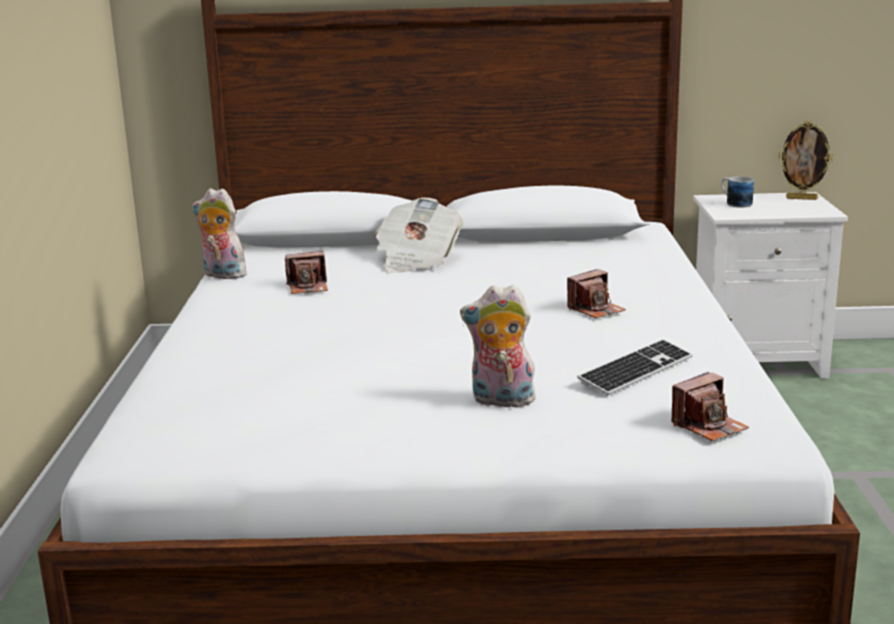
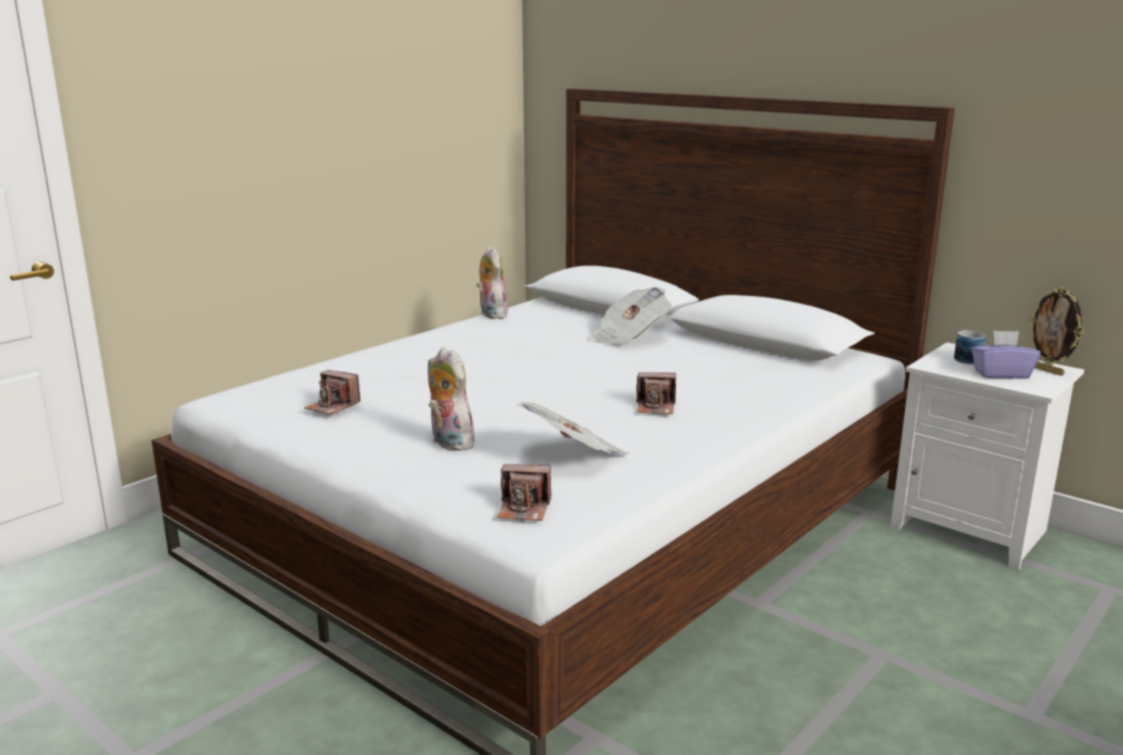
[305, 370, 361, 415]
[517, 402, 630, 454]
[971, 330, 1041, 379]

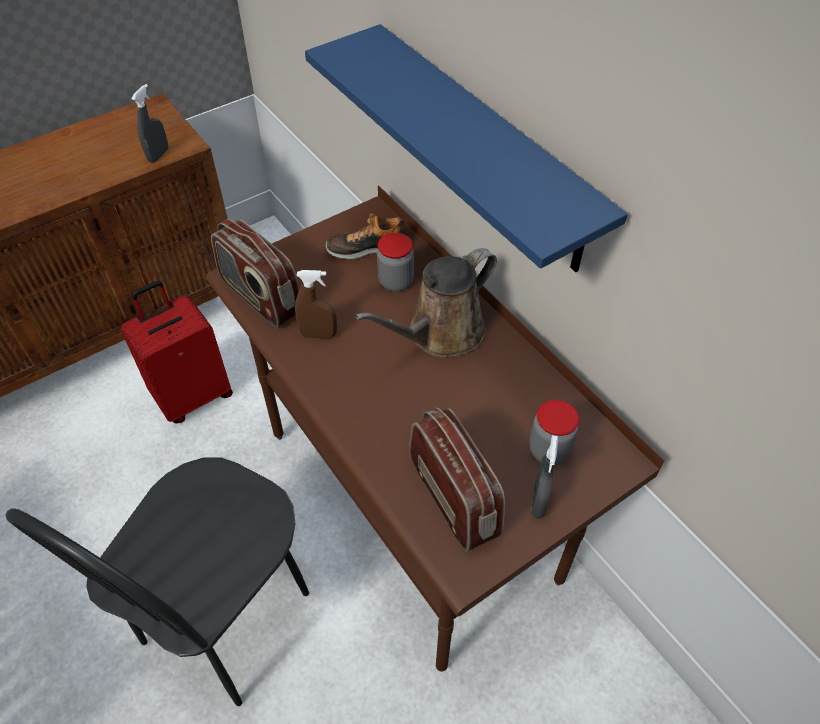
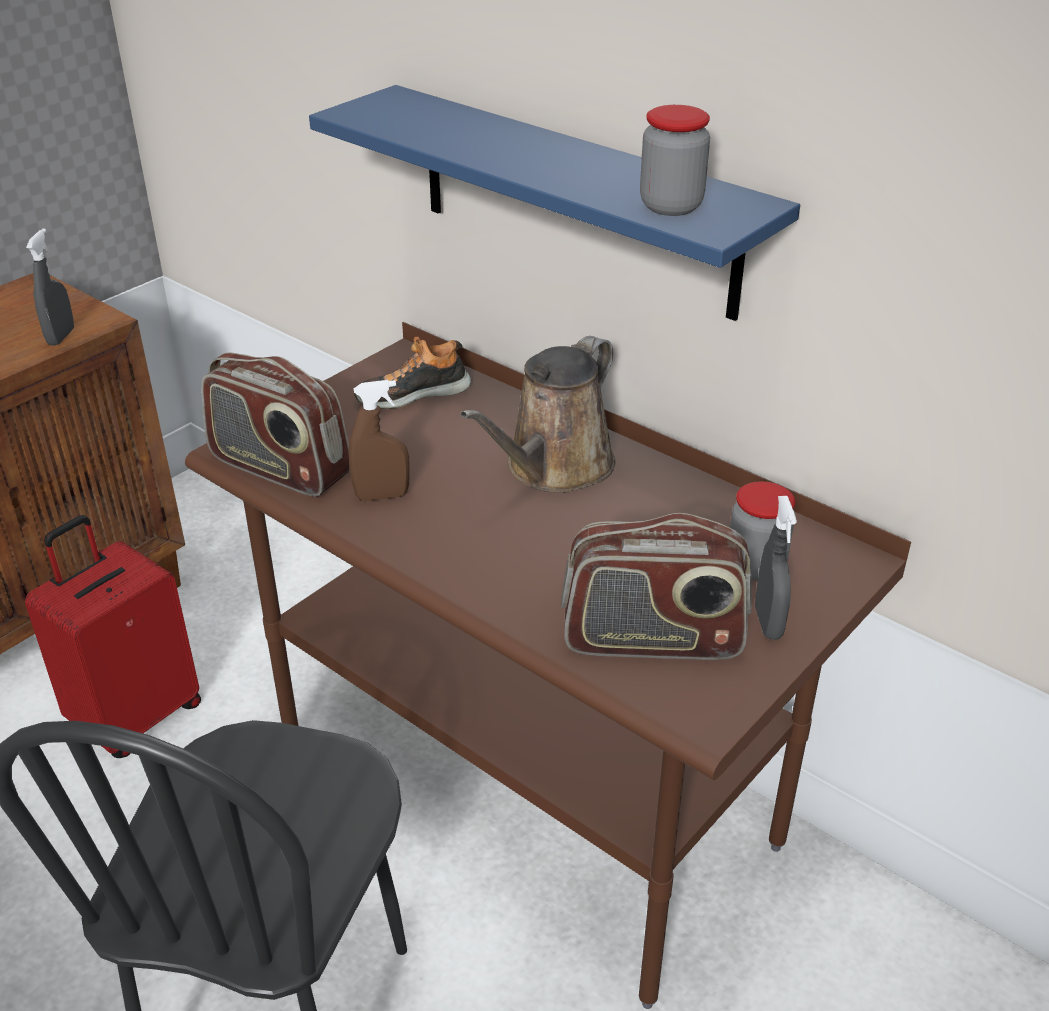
[640, 105, 710, 216]
[561, 513, 752, 660]

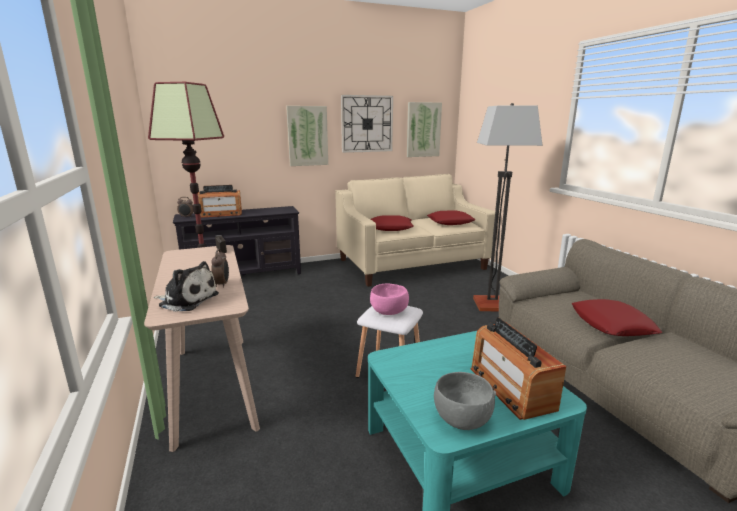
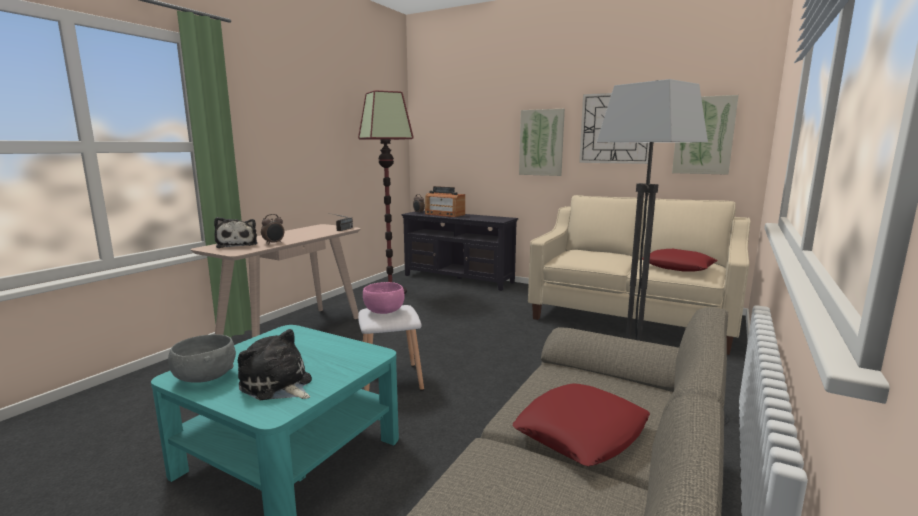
[370, 215, 413, 231] (first image)
[238, 329, 312, 400]

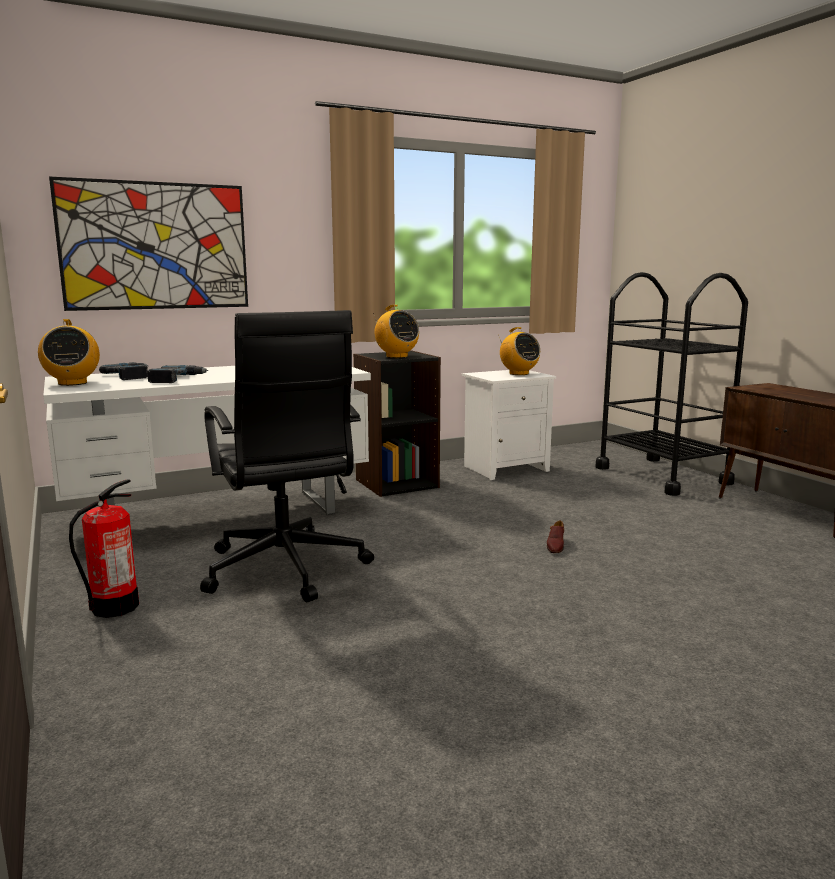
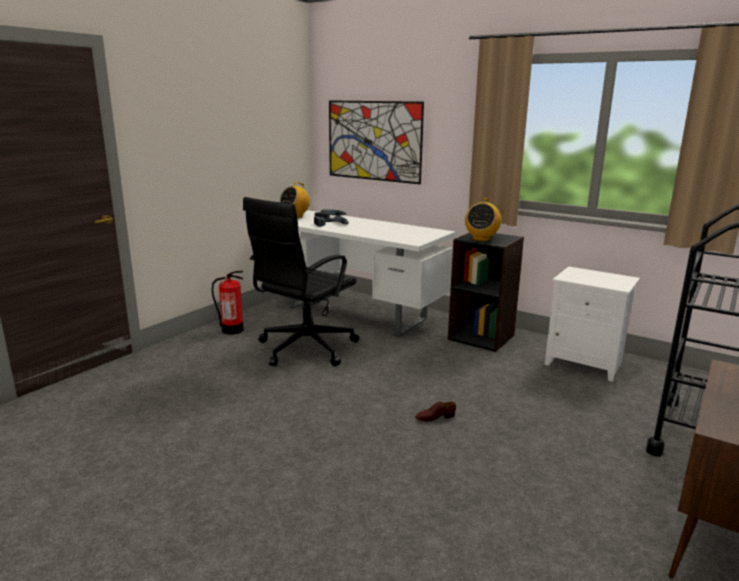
[499, 327, 541, 375] (first image)

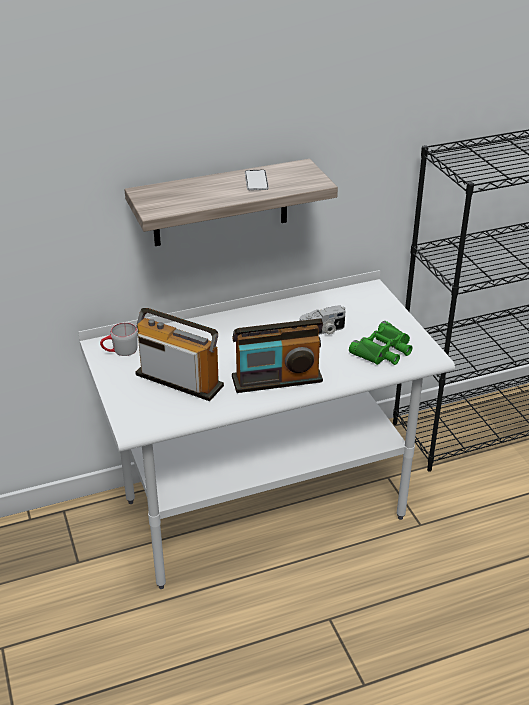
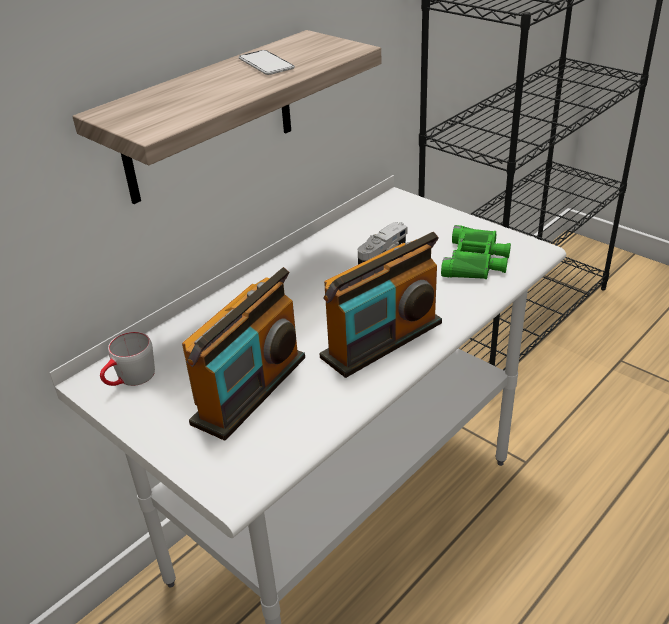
[182, 267, 305, 441]

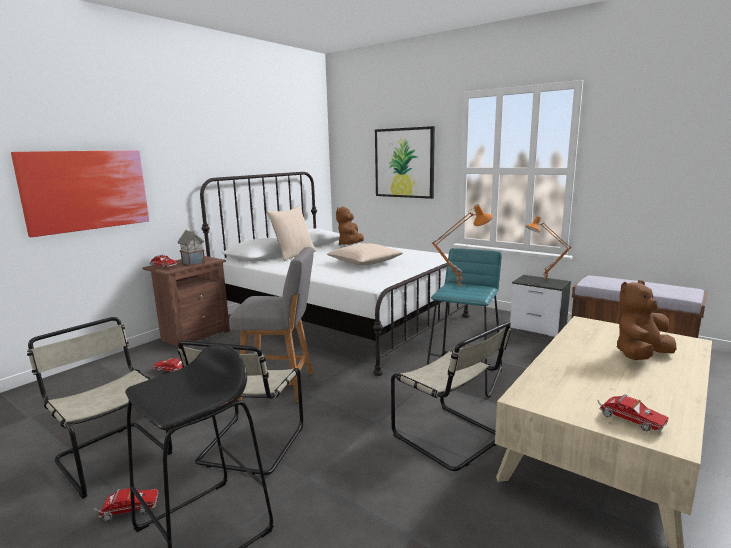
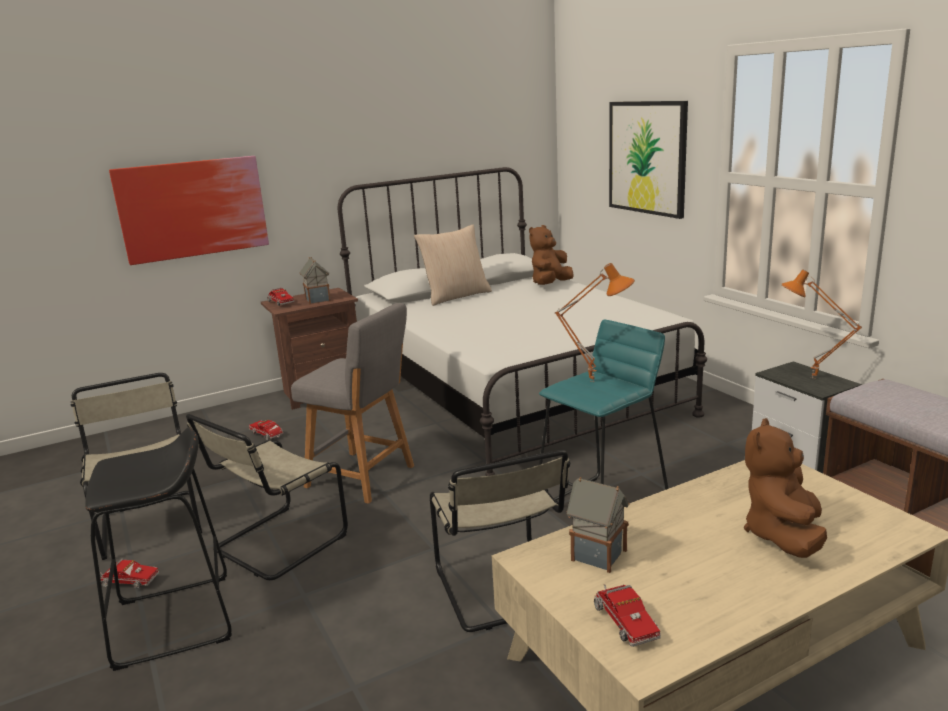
[327, 243, 403, 265] (first image)
[744, 418, 827, 558]
[567, 477, 630, 573]

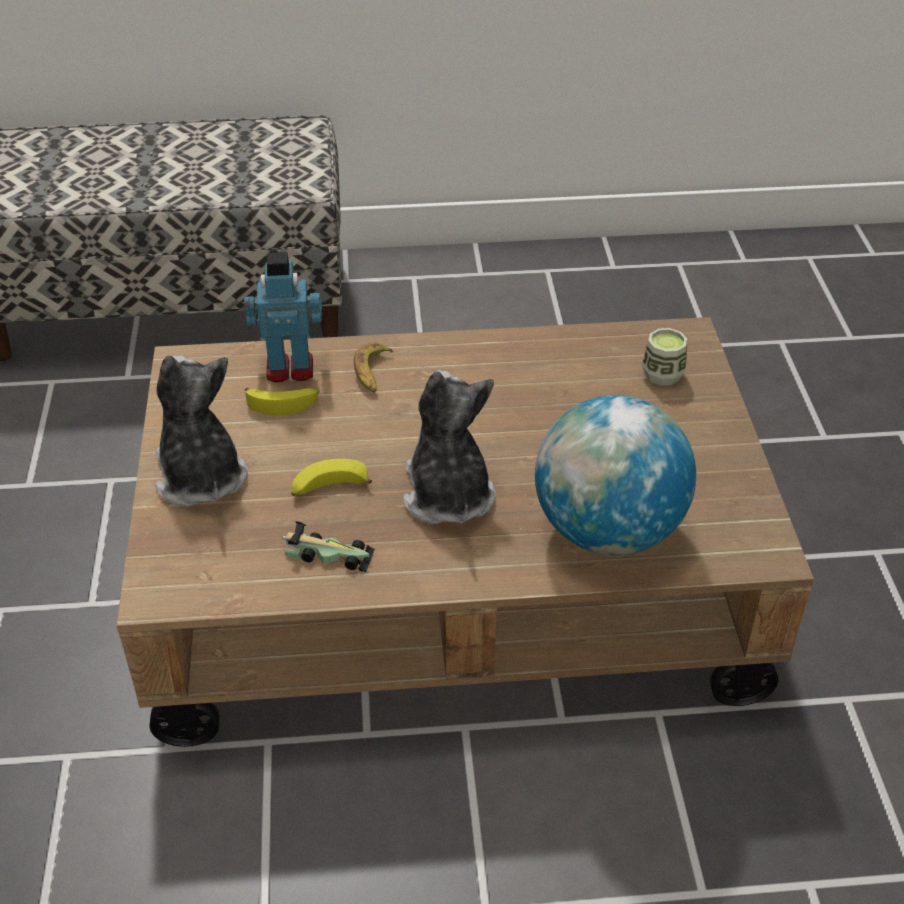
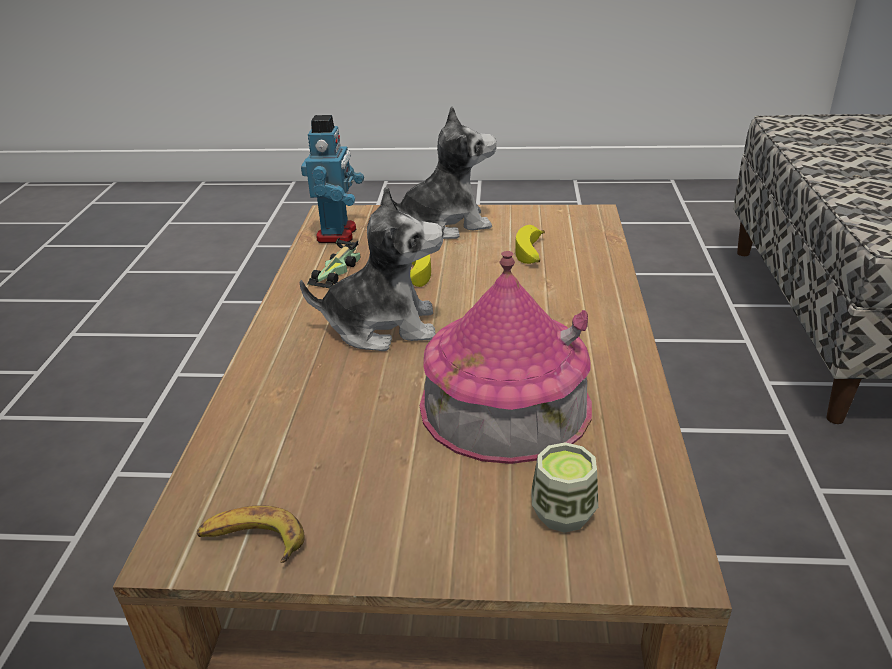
[301, 115, 364, 243]
[197, 505, 305, 563]
[535, 395, 696, 555] (first image)
[420, 251, 592, 464]

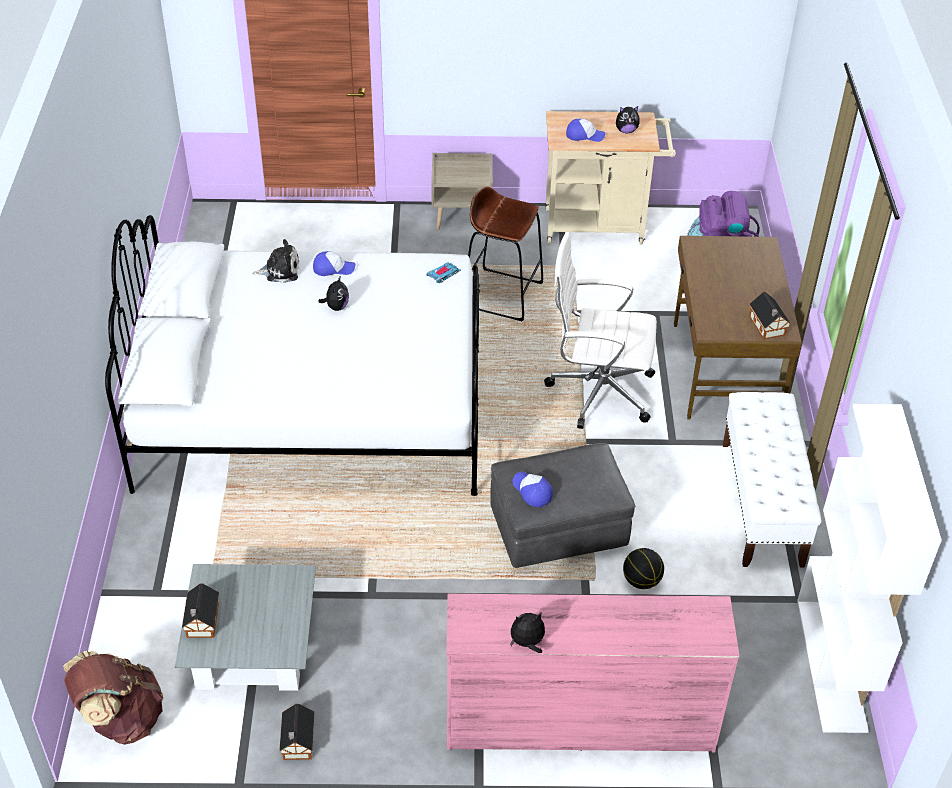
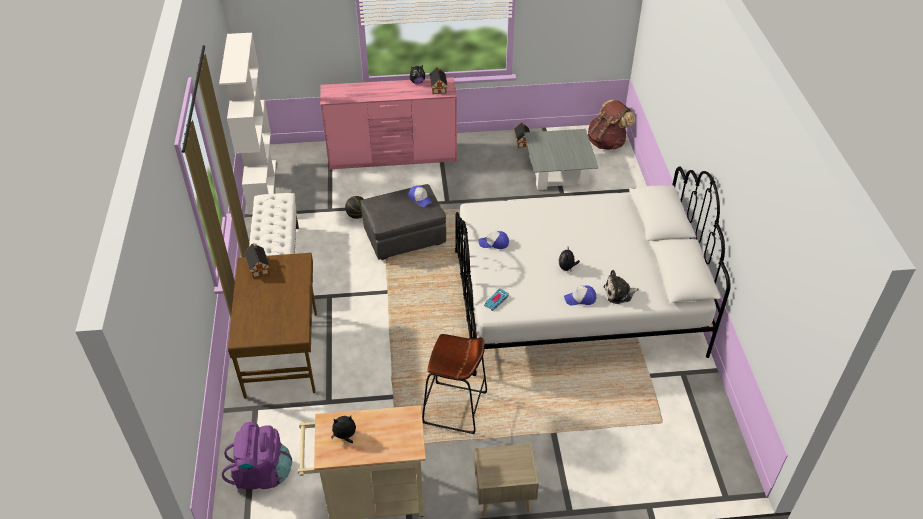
[479, 231, 509, 249]
[544, 232, 657, 429] (first image)
[429, 67, 448, 94]

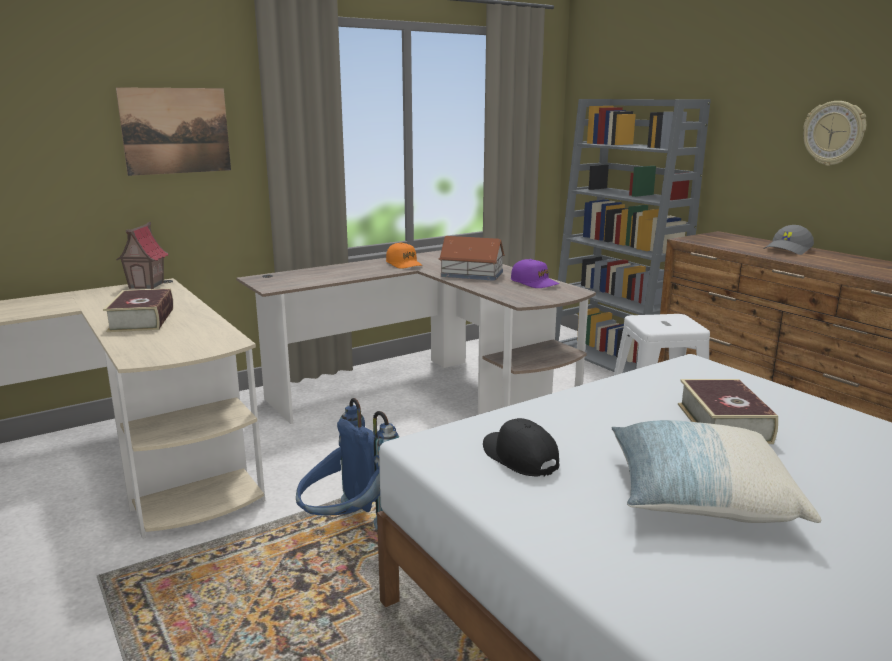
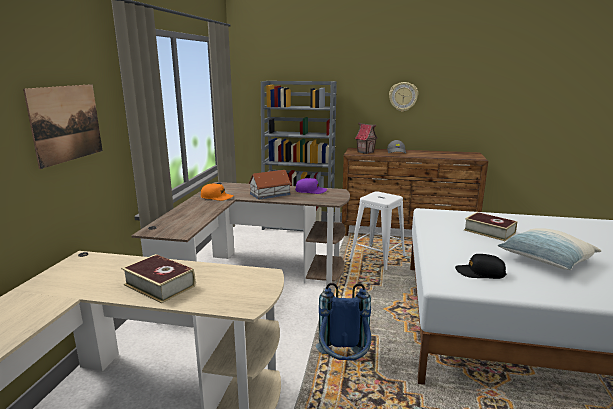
[355, 122, 378, 154]

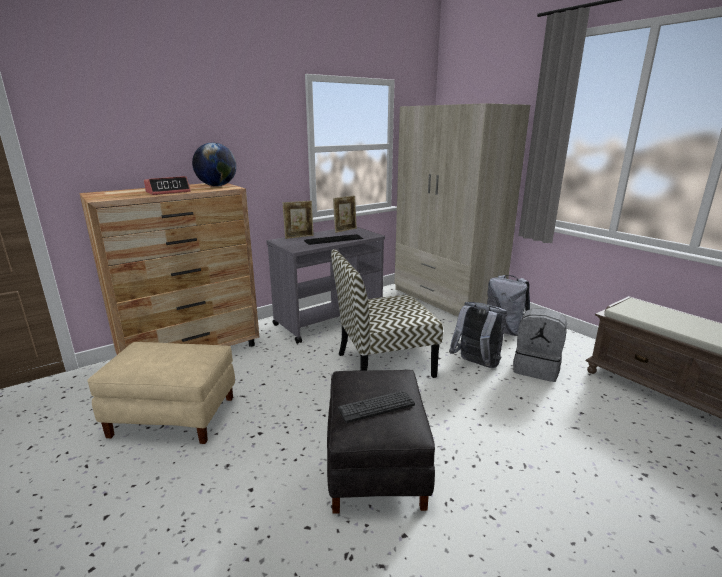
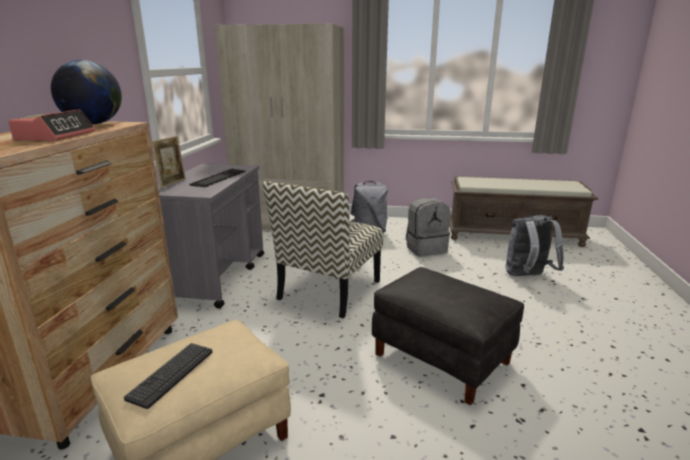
[333, 196, 357, 233] (first image)
[505, 215, 564, 276]
[124, 343, 212, 409]

